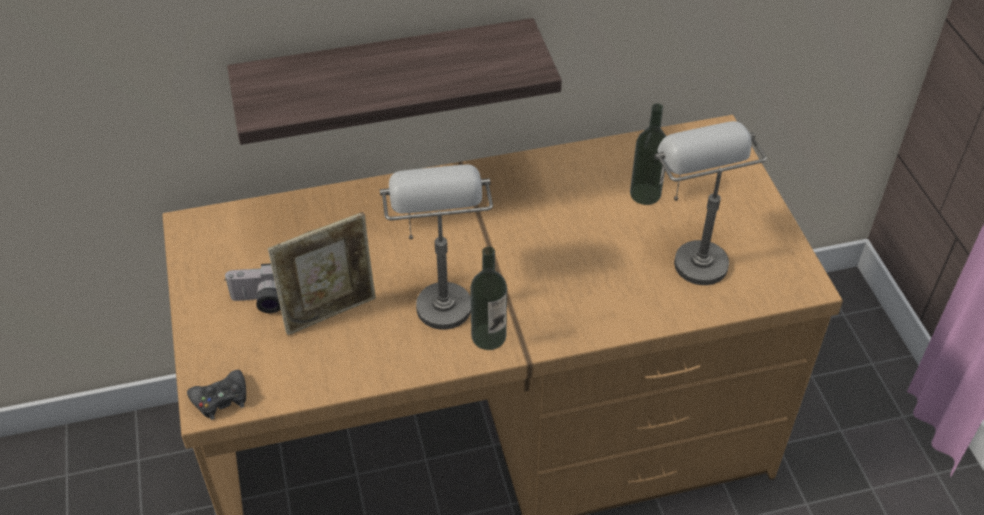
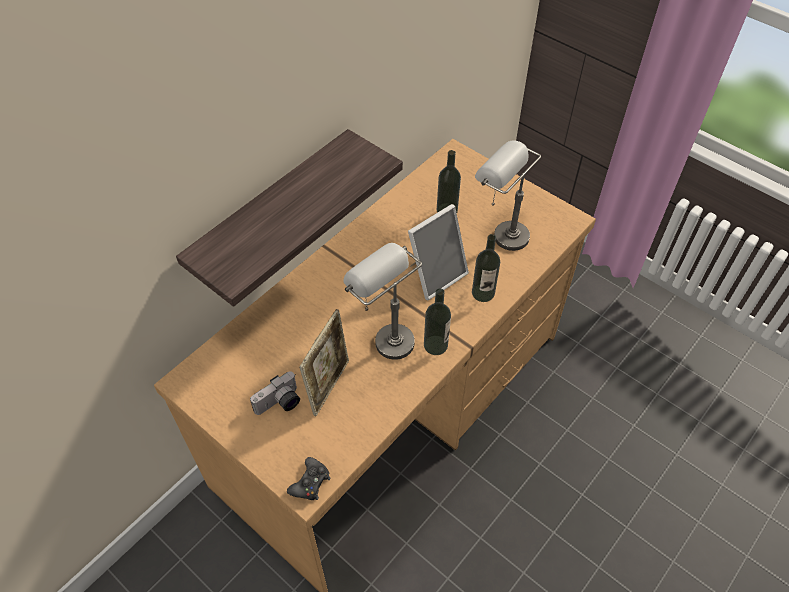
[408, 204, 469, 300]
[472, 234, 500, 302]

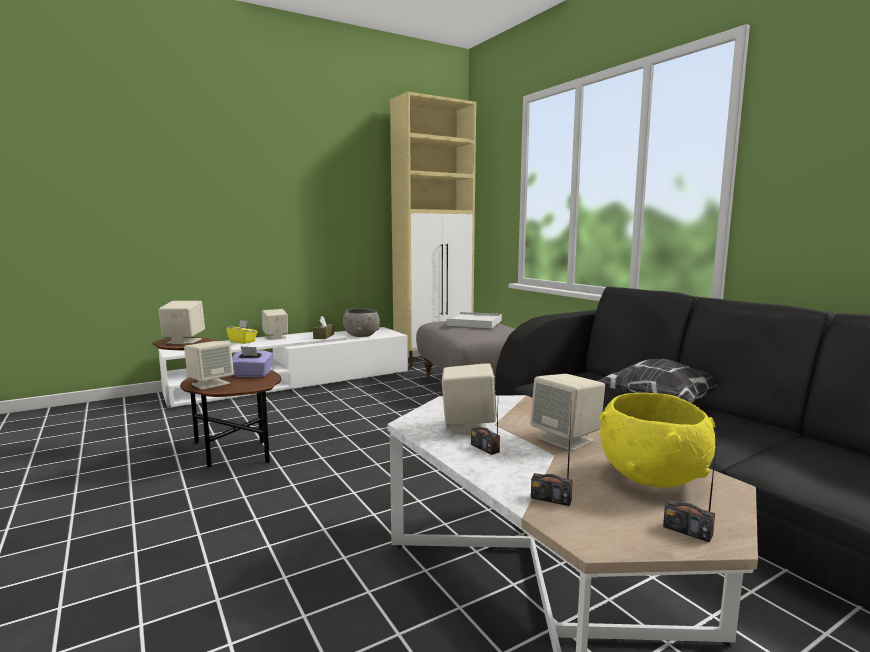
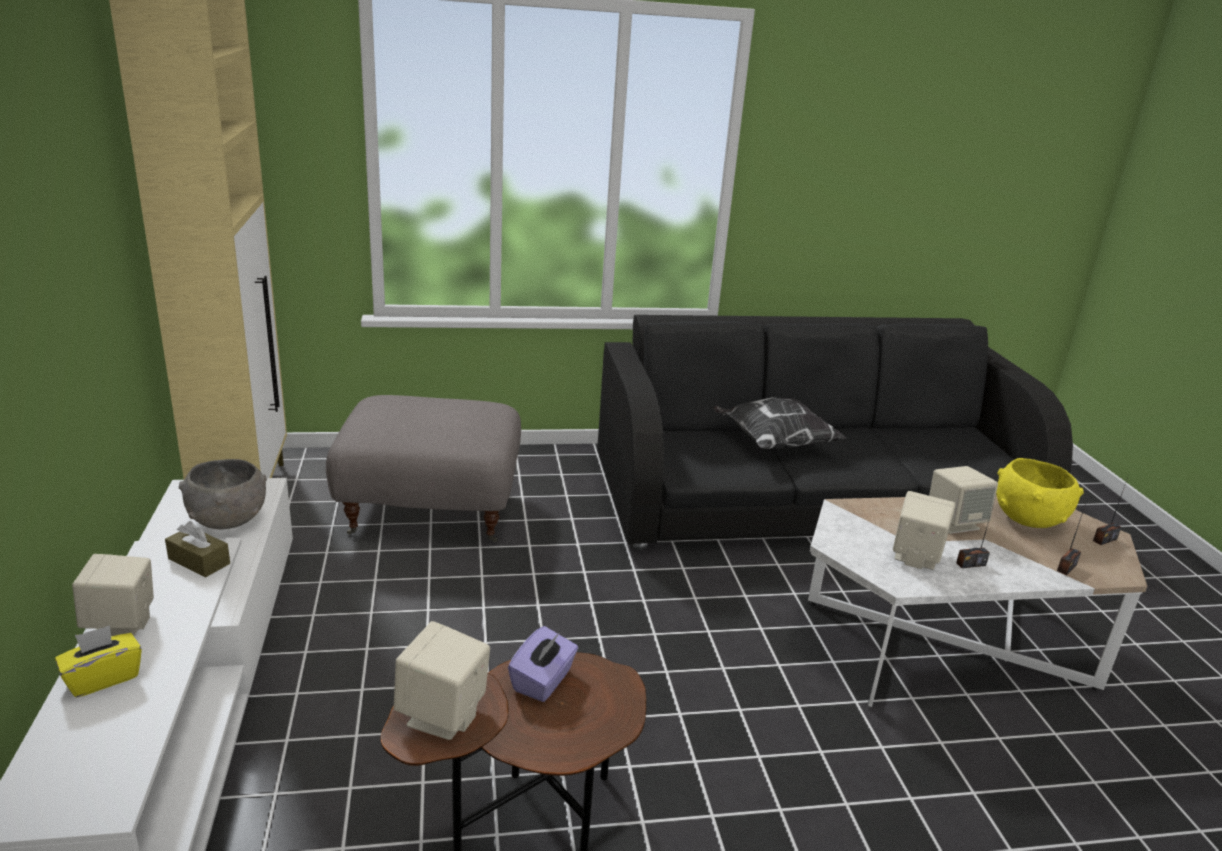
[446, 312, 502, 328] (first image)
[184, 341, 234, 390] (first image)

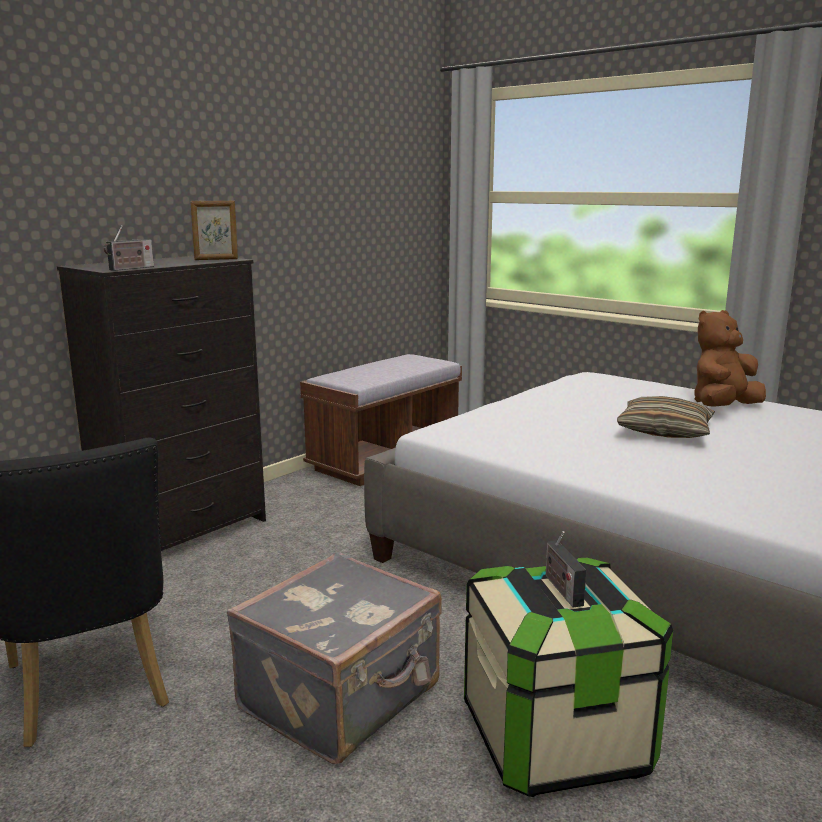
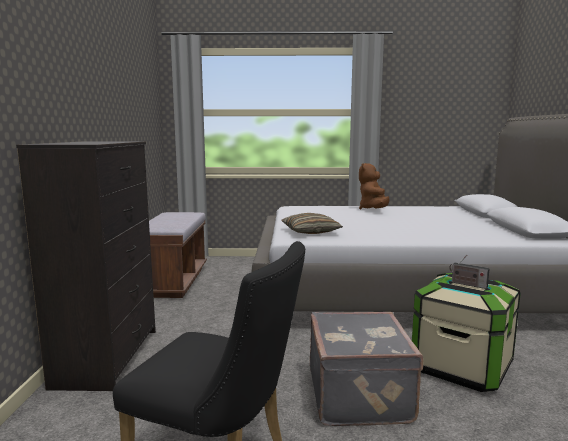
[190, 201, 238, 260] (first image)
[104, 225, 154, 271] (first image)
[281, 213, 343, 234]

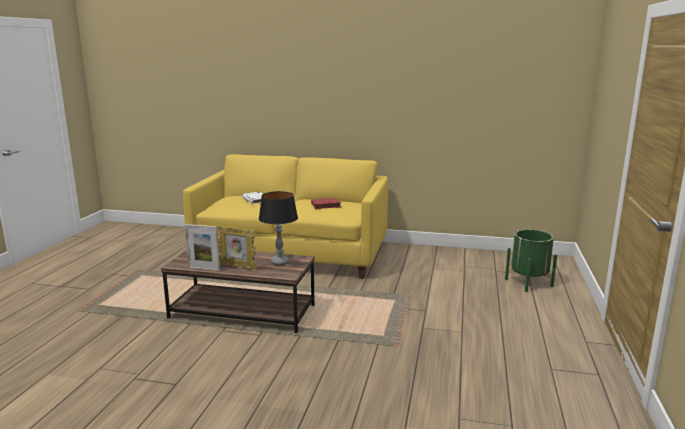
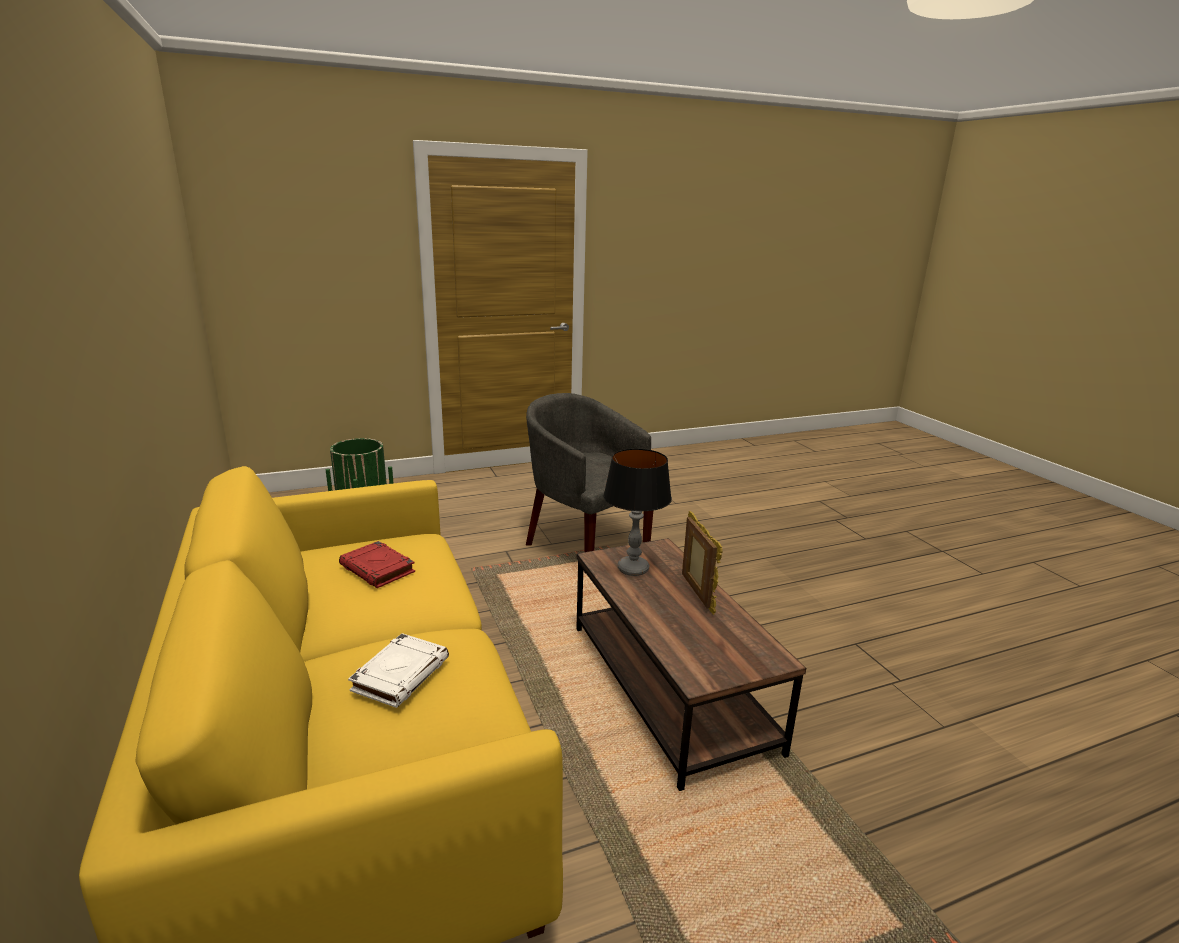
[185, 224, 220, 271] (first image)
[526, 393, 654, 573]

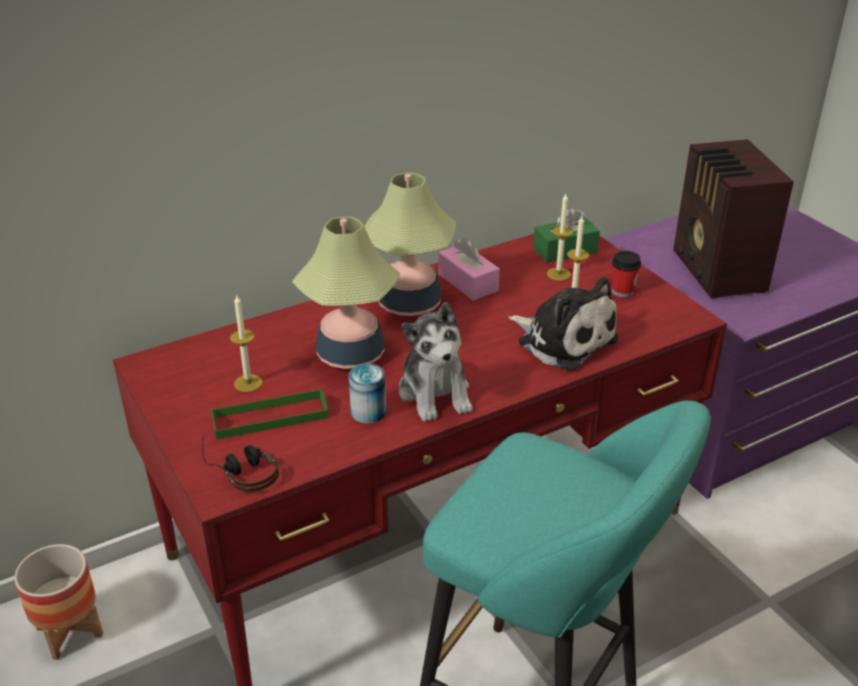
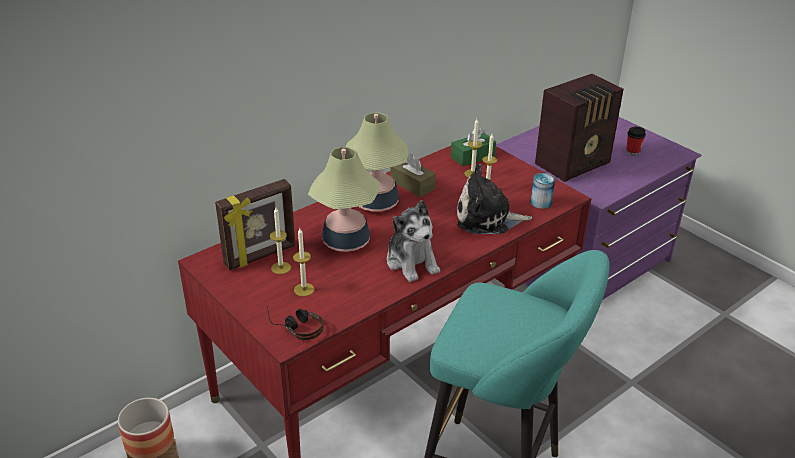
[535, 74, 624, 182]
[390, 154, 436, 197]
[626, 127, 646, 156]
[457, 164, 532, 234]
[530, 173, 555, 209]
[293, 228, 315, 296]
[215, 179, 295, 270]

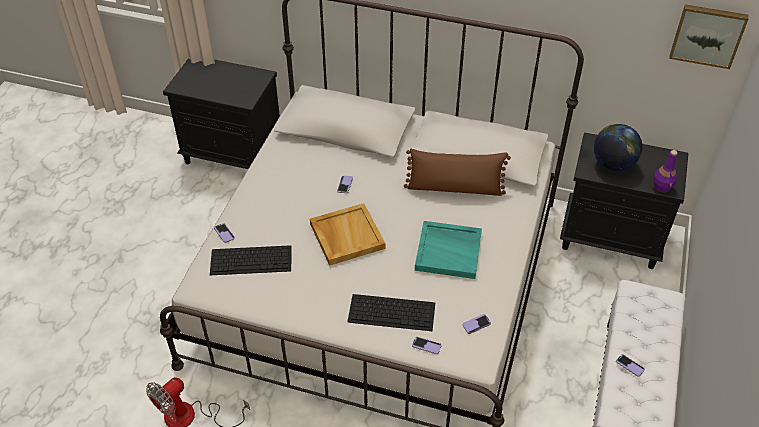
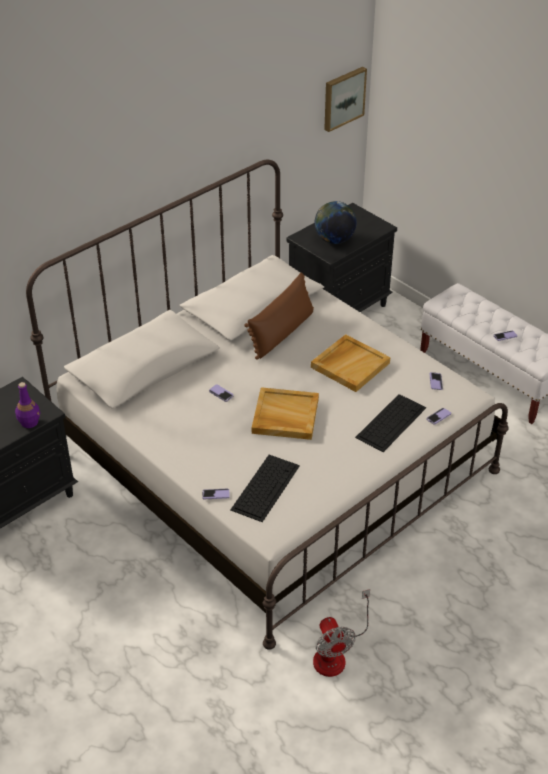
[15, 382, 40, 428]
[311, 334, 390, 392]

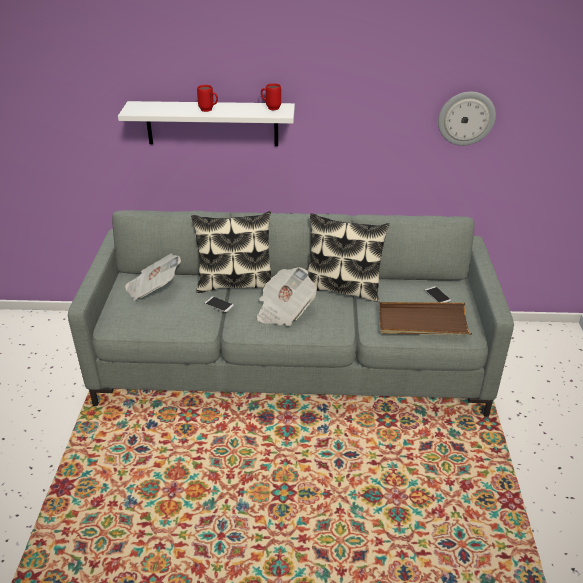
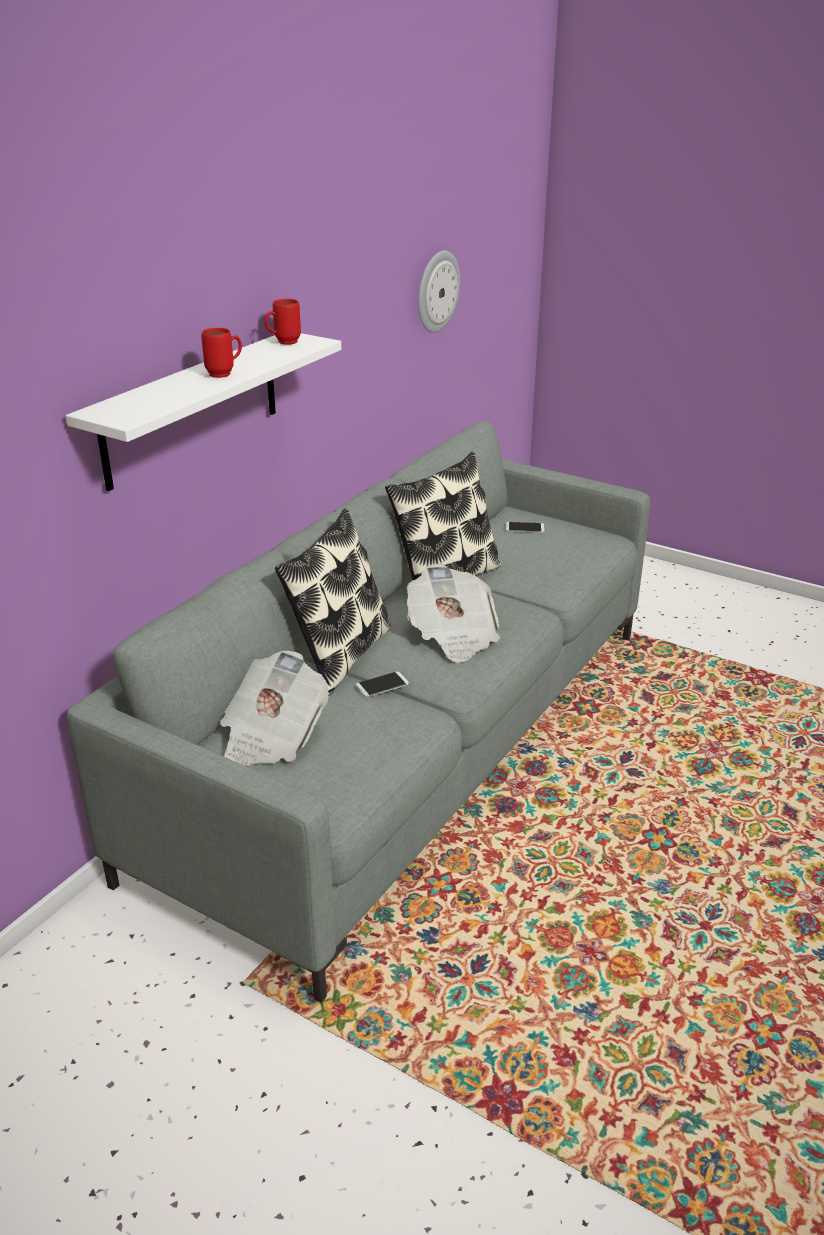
[379, 302, 472, 335] (first image)

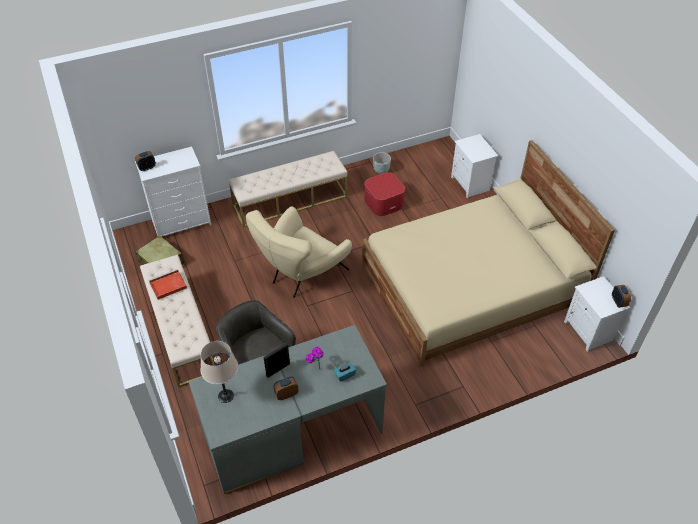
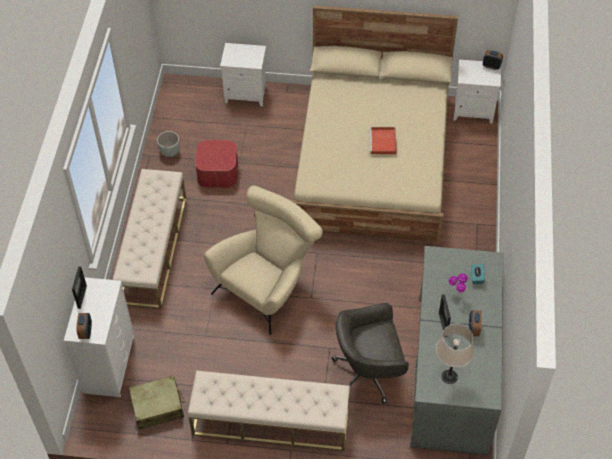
[204, 185, 323, 335]
[369, 127, 397, 154]
[72, 266, 87, 309]

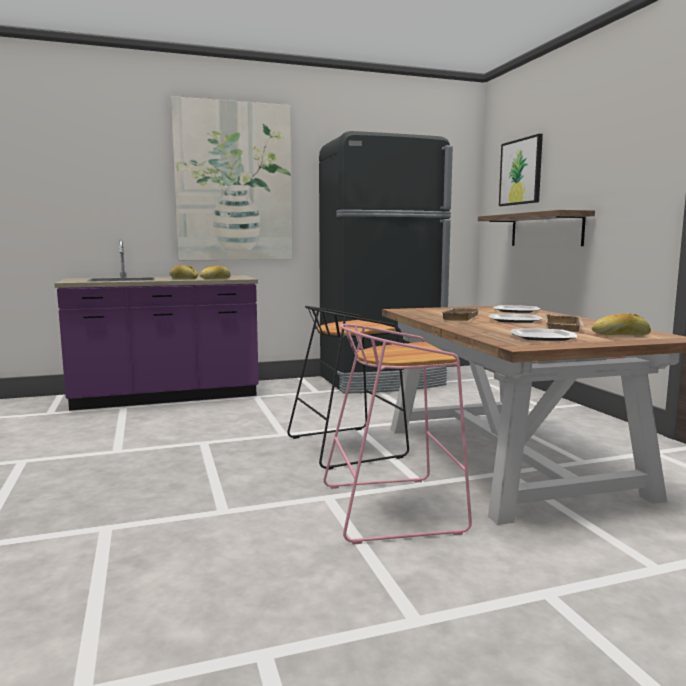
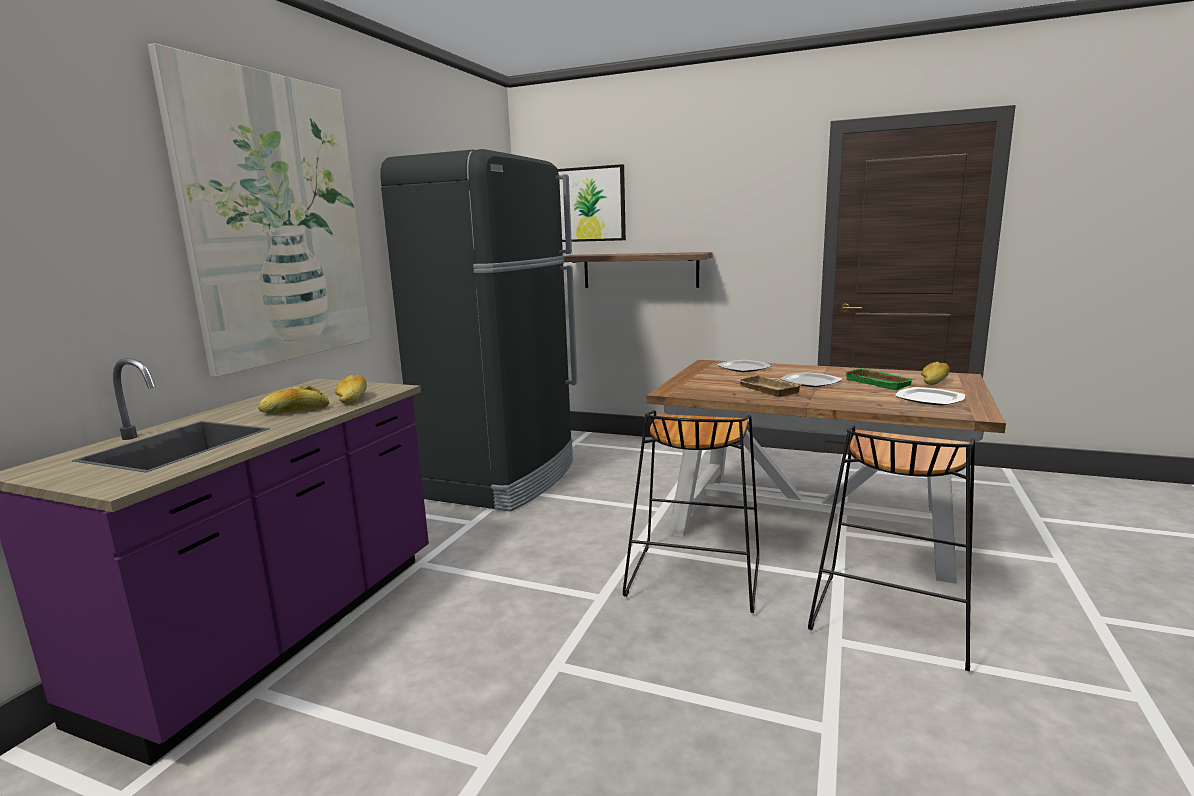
[844, 368, 917, 390]
[808, 425, 975, 671]

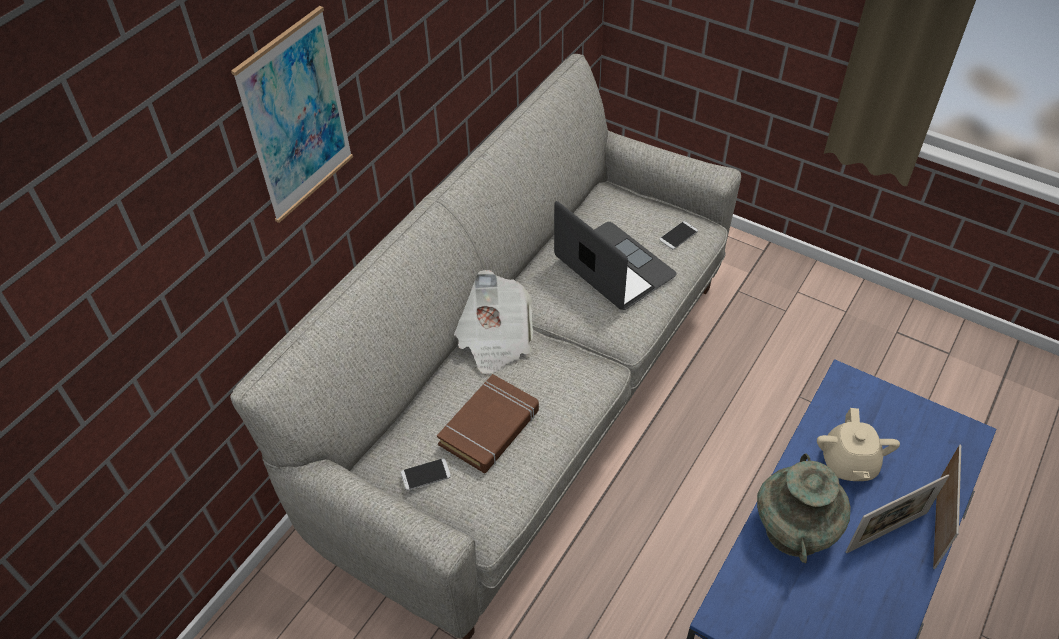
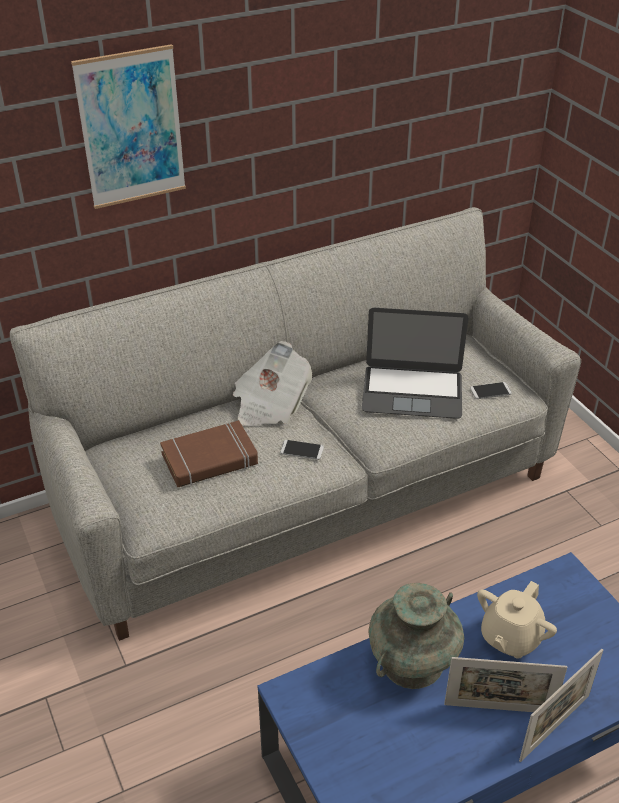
[362, 308, 468, 419]
[280, 440, 324, 460]

